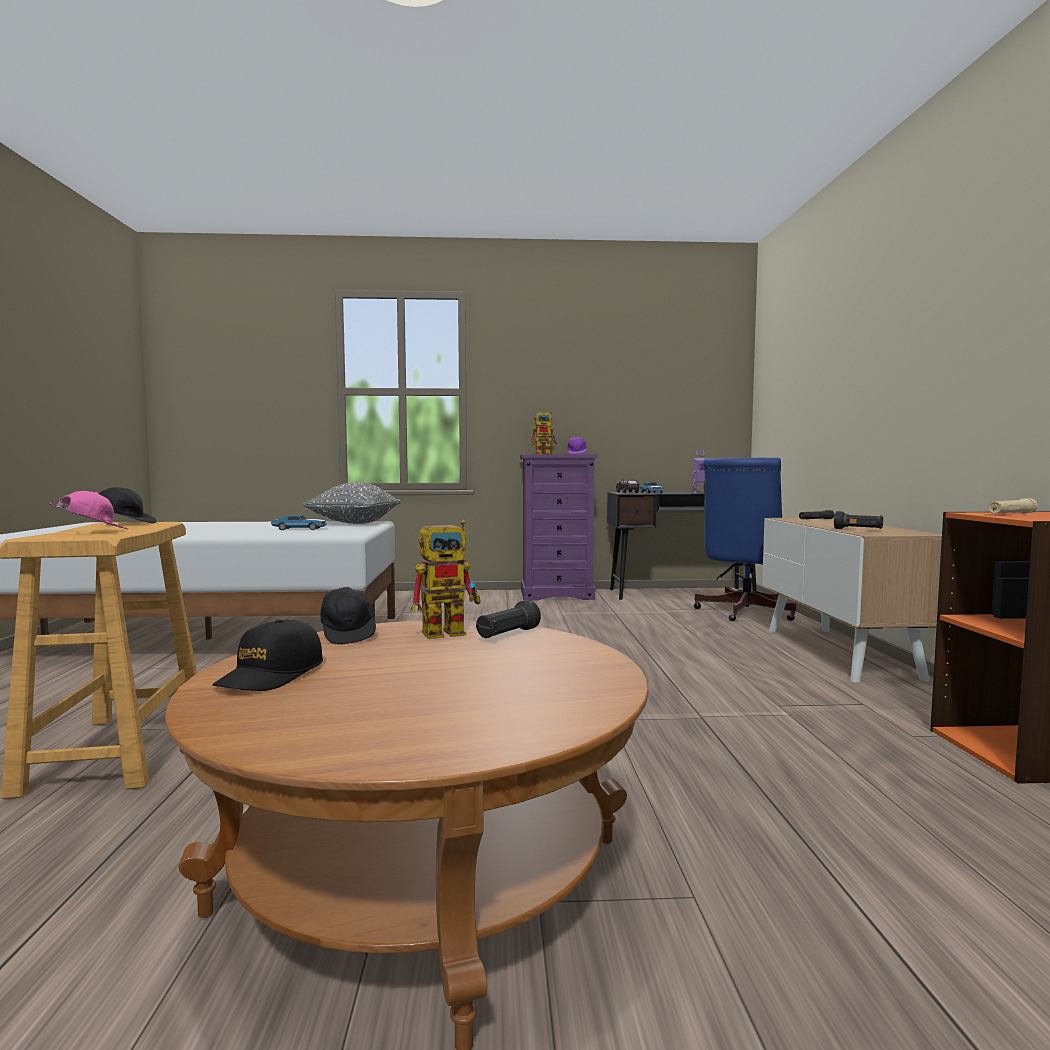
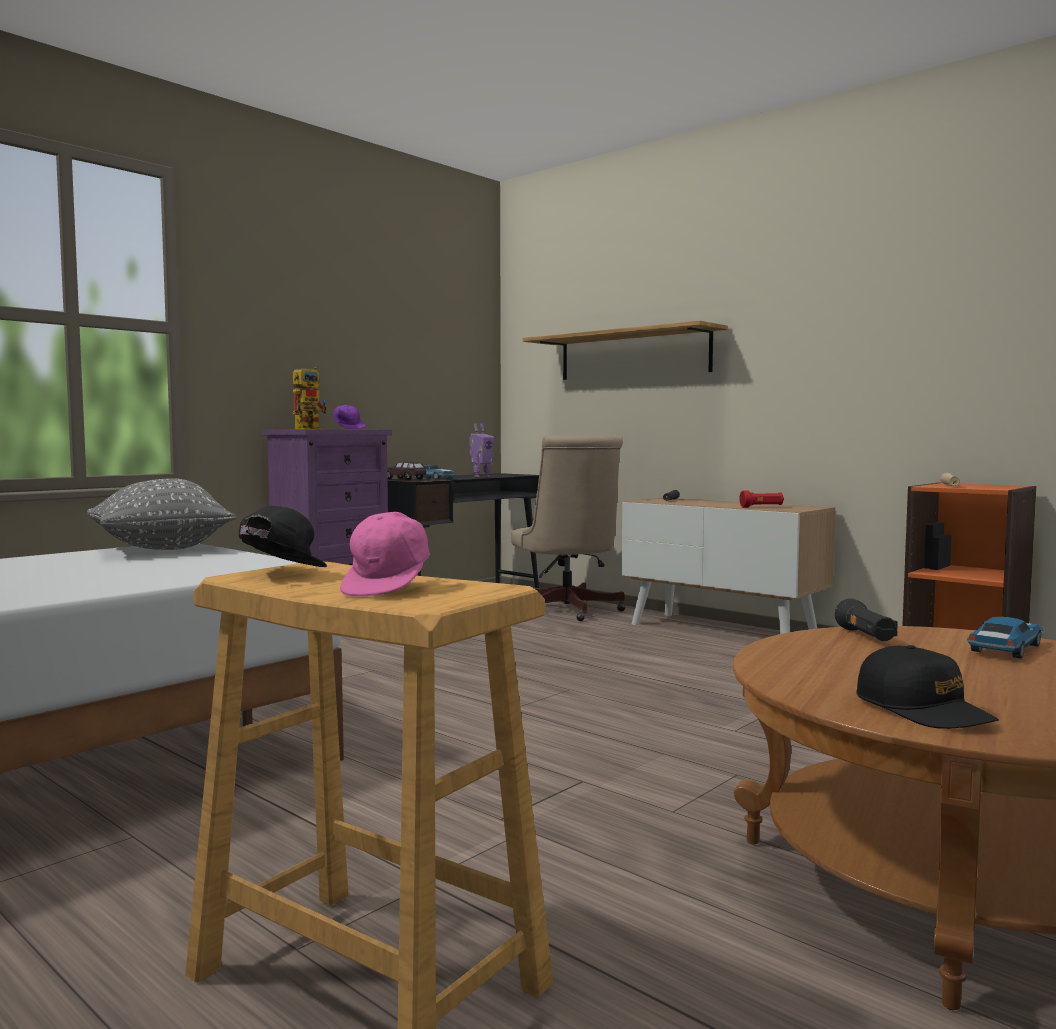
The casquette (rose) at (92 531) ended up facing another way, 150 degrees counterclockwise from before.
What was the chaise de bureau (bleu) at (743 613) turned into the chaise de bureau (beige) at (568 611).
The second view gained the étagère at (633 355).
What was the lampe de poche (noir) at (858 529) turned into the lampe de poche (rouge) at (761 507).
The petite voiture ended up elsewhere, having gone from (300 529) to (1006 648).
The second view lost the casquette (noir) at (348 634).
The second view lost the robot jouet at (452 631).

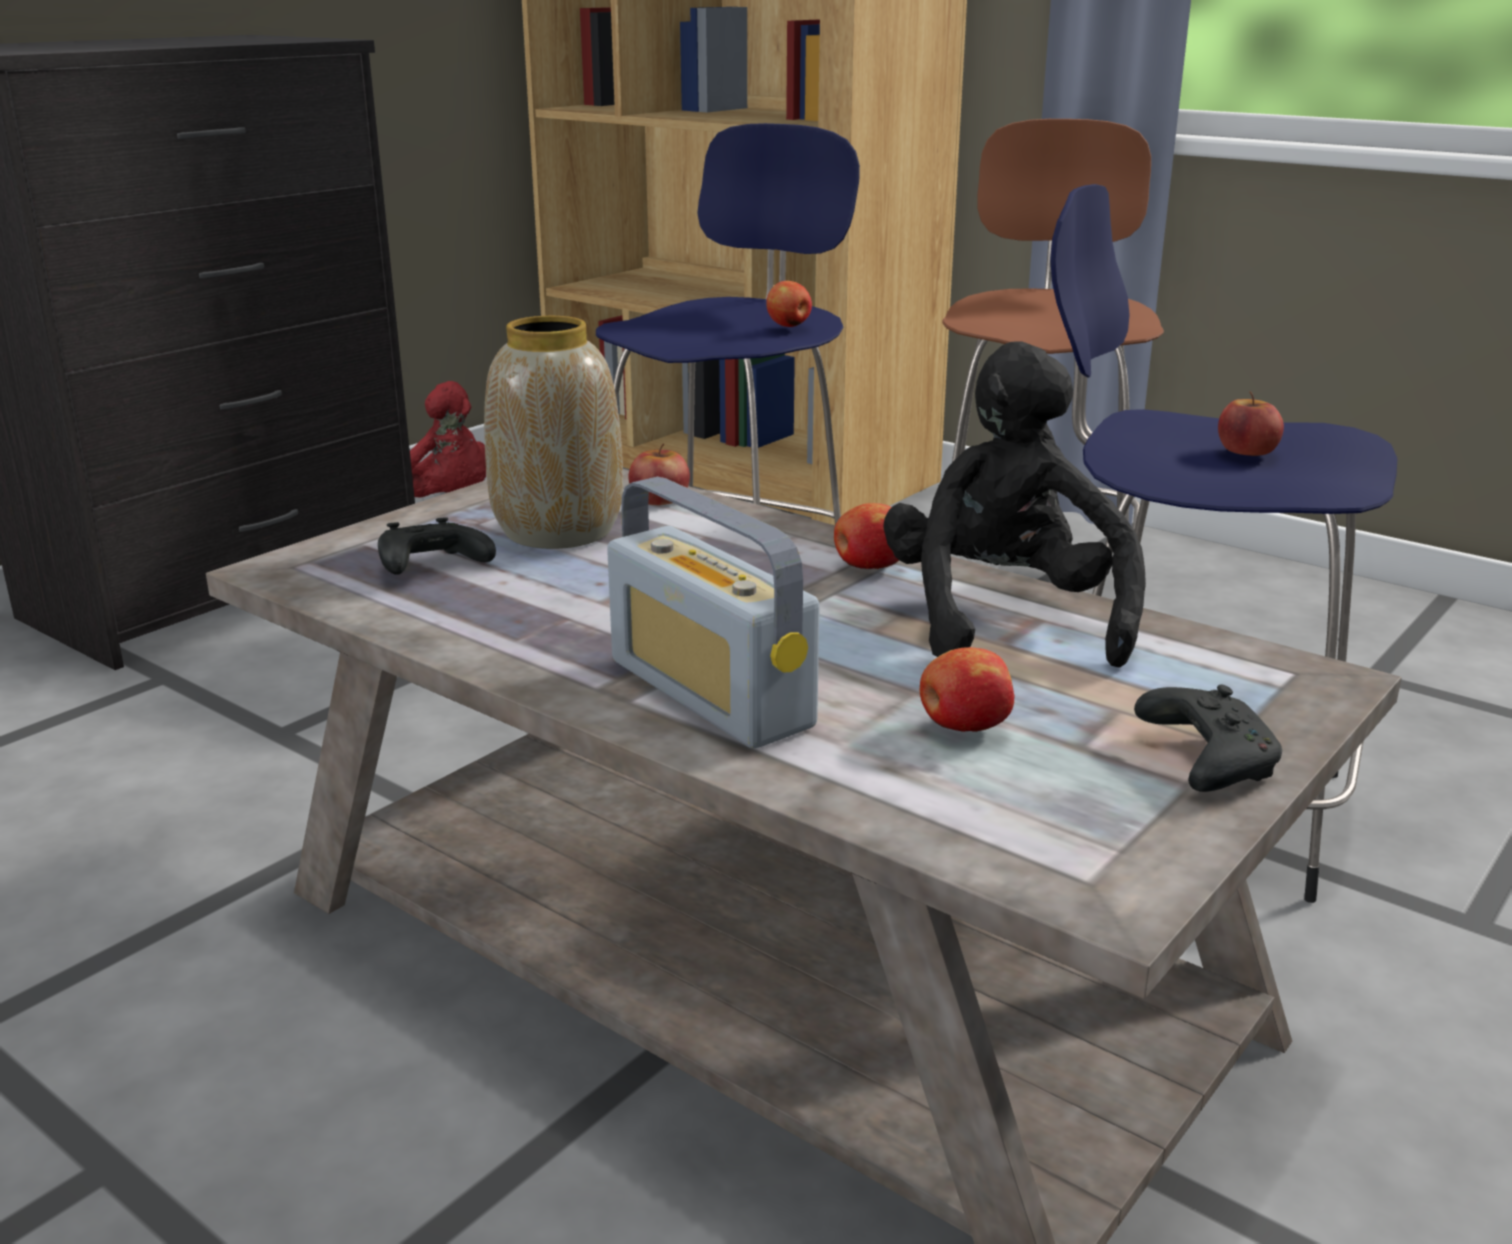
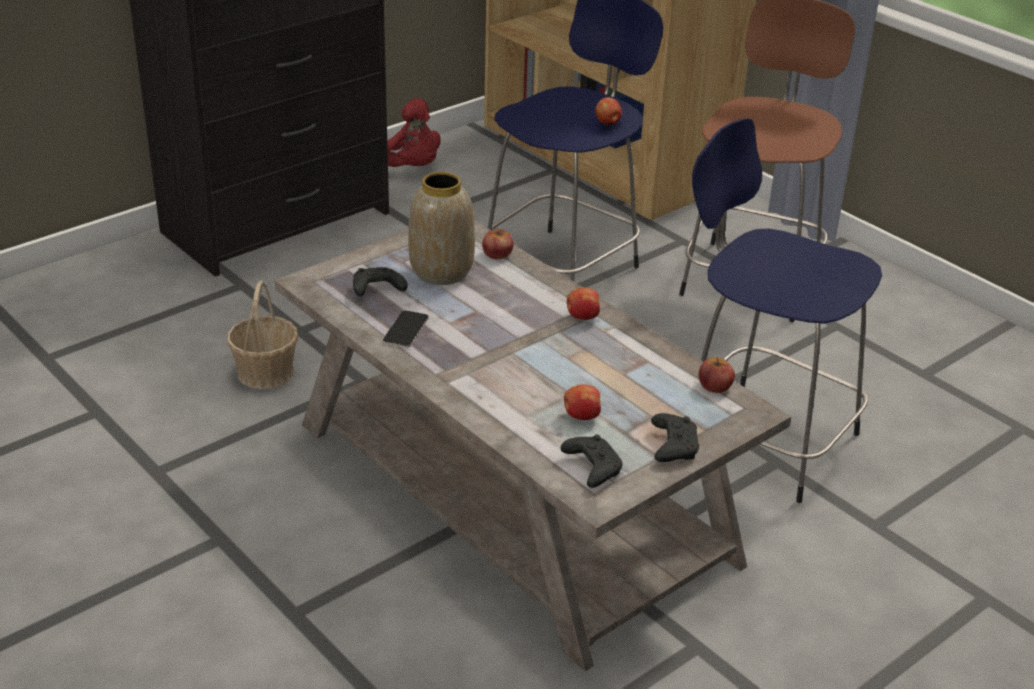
The second view gained the panier at (266 372).
The second view gained the téléphone at (406 330).
The second view gained the manette (noir) at (591 468).
The pomme ended up elsewhere, having gone from (1247 449) to (715 385).
The second view lost the radio at (710 693).
The second view lost the peluche (noir) at (1004 618).

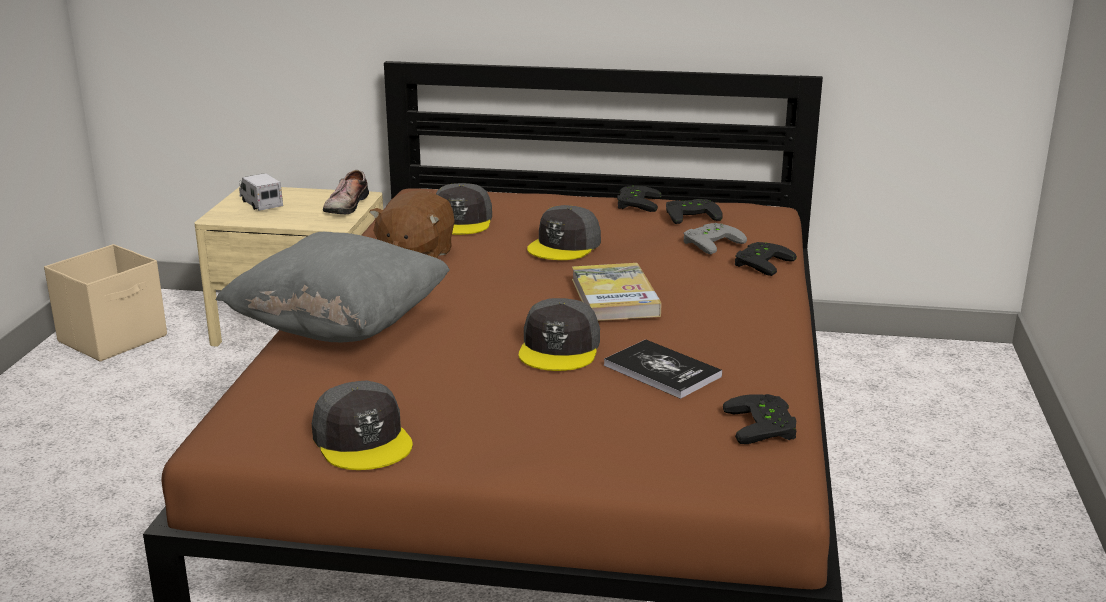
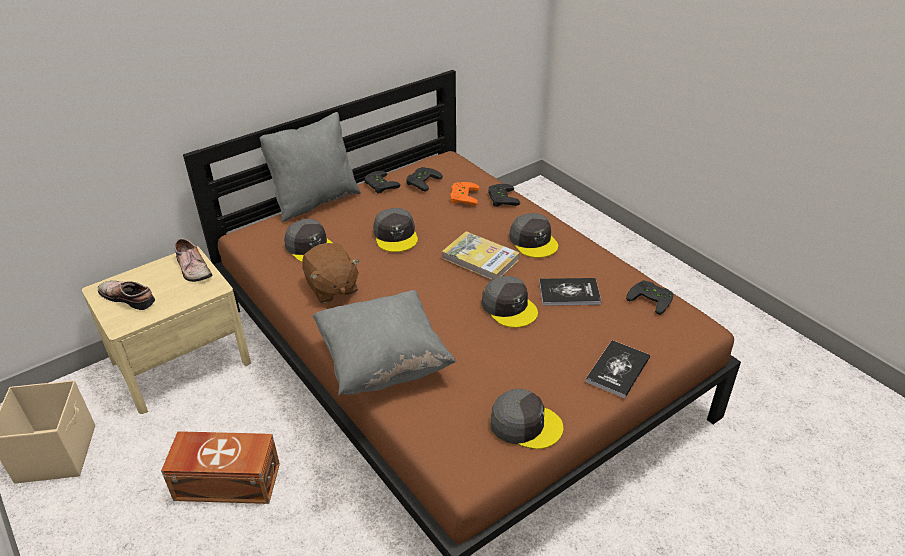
Where the camion jouet stood at (261 204), the chaussure came to stand at (129 297).
The second view gained the boîte de rangement (marron) at (226 480).
The second view gained the coussin (gris) at (315 201).
What was the manette (gris) at (710 242) turned into the manette (orange) at (462 196).
The second view gained the casquette (gris) at (533 241).
The second view gained the livre at (618 370).

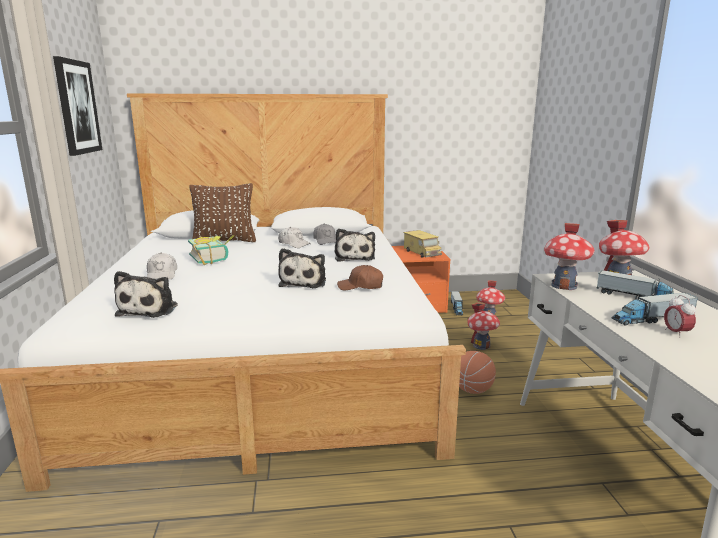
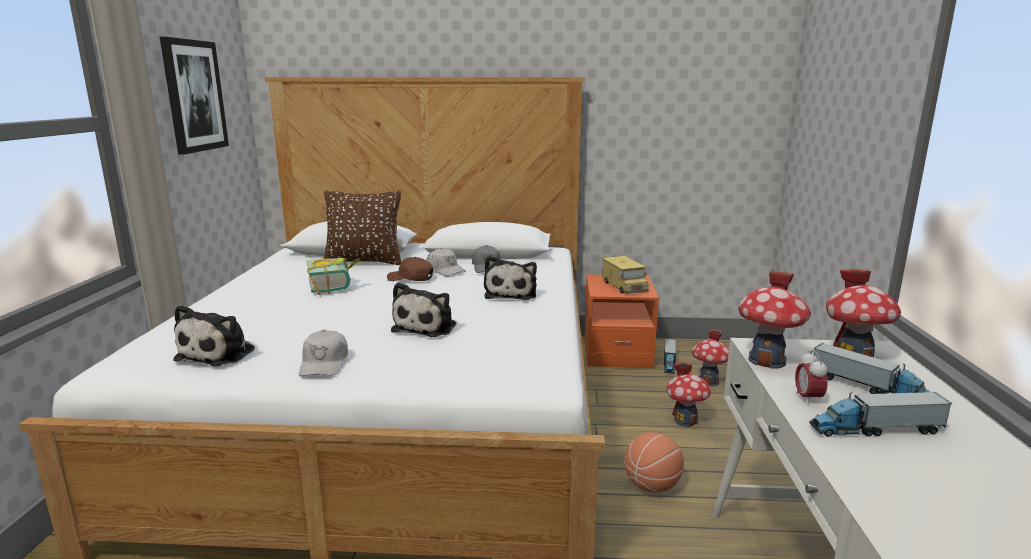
The casquette (blanc) ended up elsewhere, having gone from (162 274) to (324 363).
The casquette (marron) ended up elsewhere, having gone from (361 286) to (411 278).
The réveil ended up elsewhere, having gone from (676 333) to (807 399).

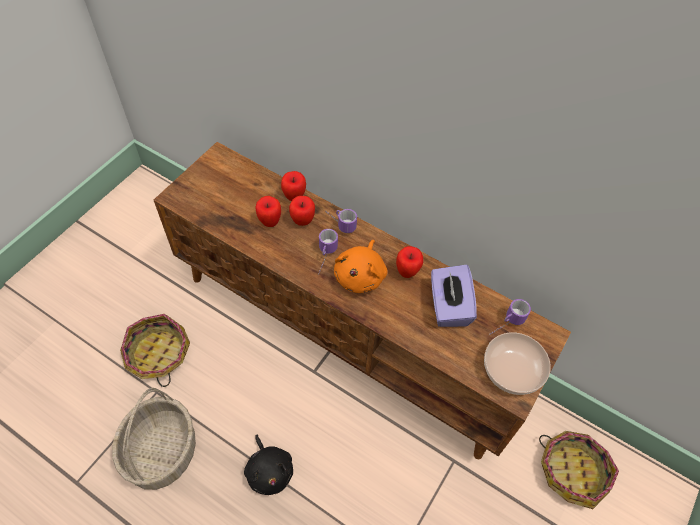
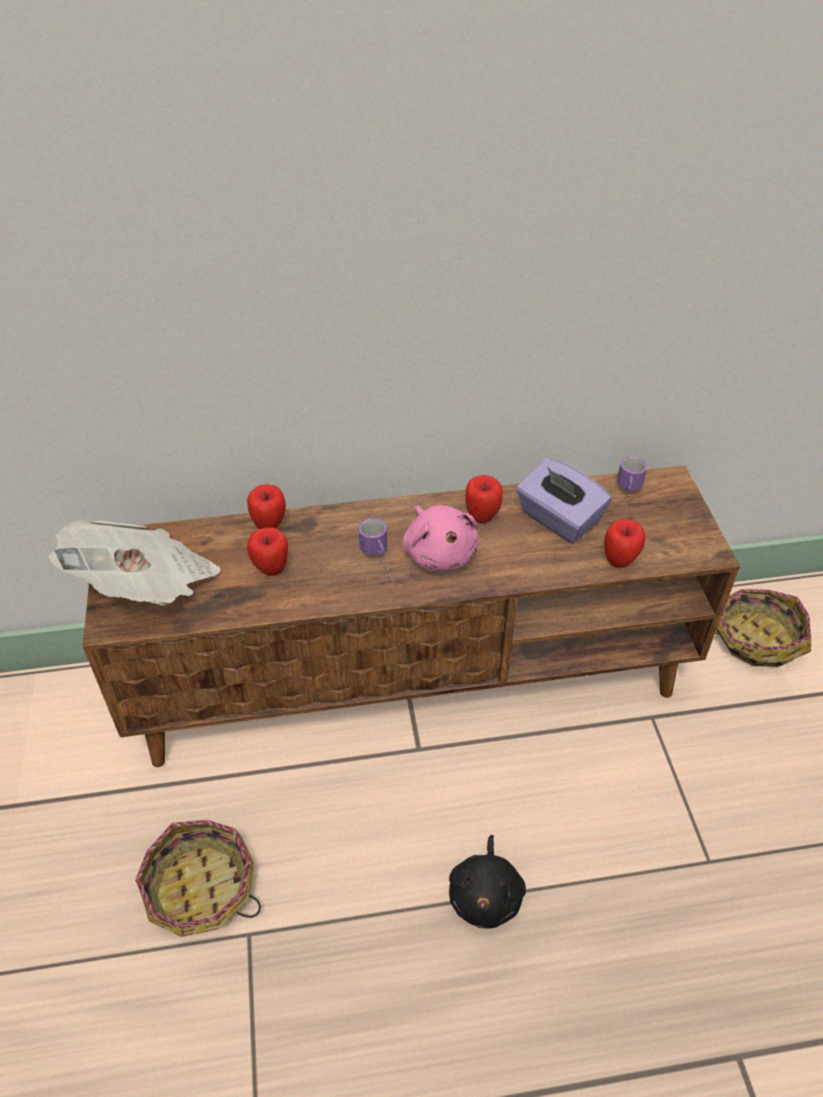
The second view gained the journal at (146 586).
What was the peluche (orange) at (360 275) turned into the peluche (rose) at (439 552).
The peluche (noir) at (269 471) ended up facing another way, 75 degrees clockwise from before.
The pomme ended up elsewhere, having gone from (302 221) to (619 561).
The second view lost the panier at (162 453).
The second view lost the mug at (339 223).
The second view lost the bol at (513 371).

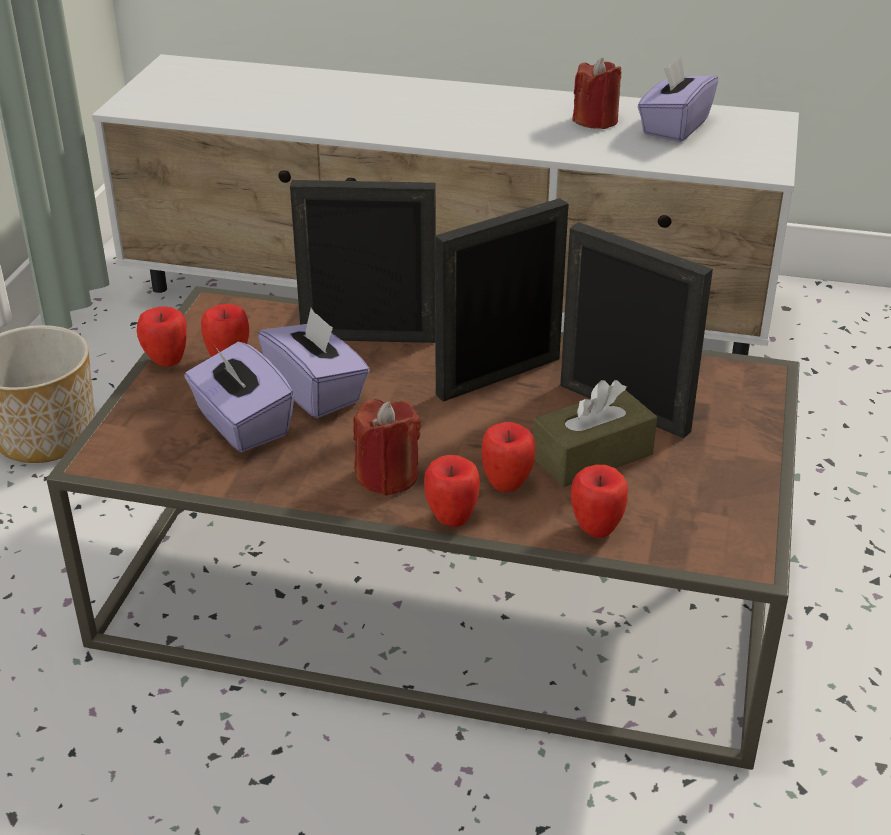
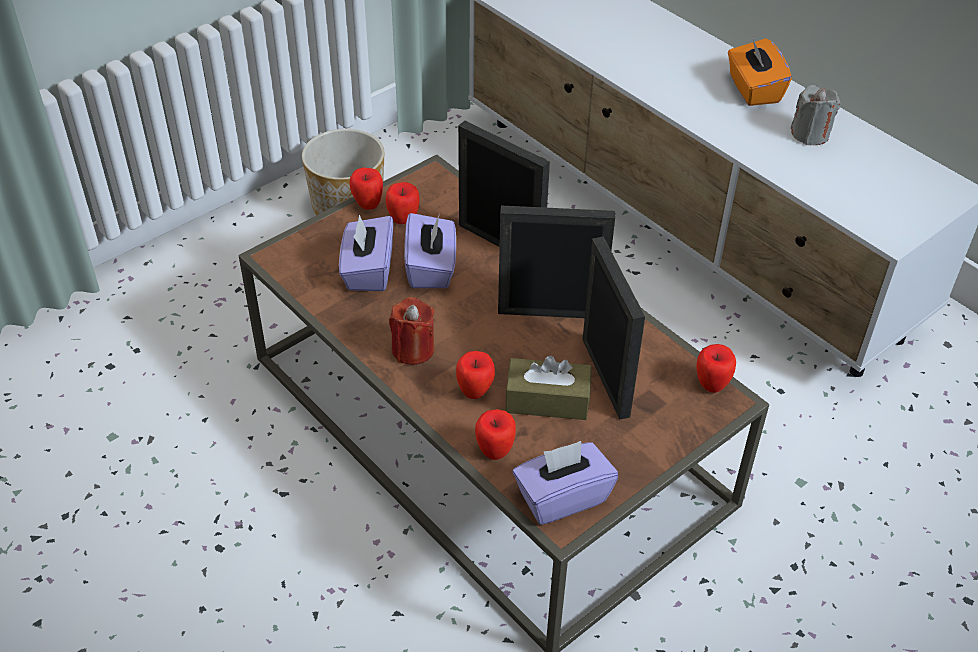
The boîte à mouchoirs (violet) ended up elsewhere, having gone from (674 127) to (562 497).
The pomme ended up elsewhere, having gone from (451 518) to (711 385).
The second view gained the boîte à mouchoirs (orange) at (753 90).
What was the bougie (rouge) at (596 121) turned into the bougie (gris) at (810 134).

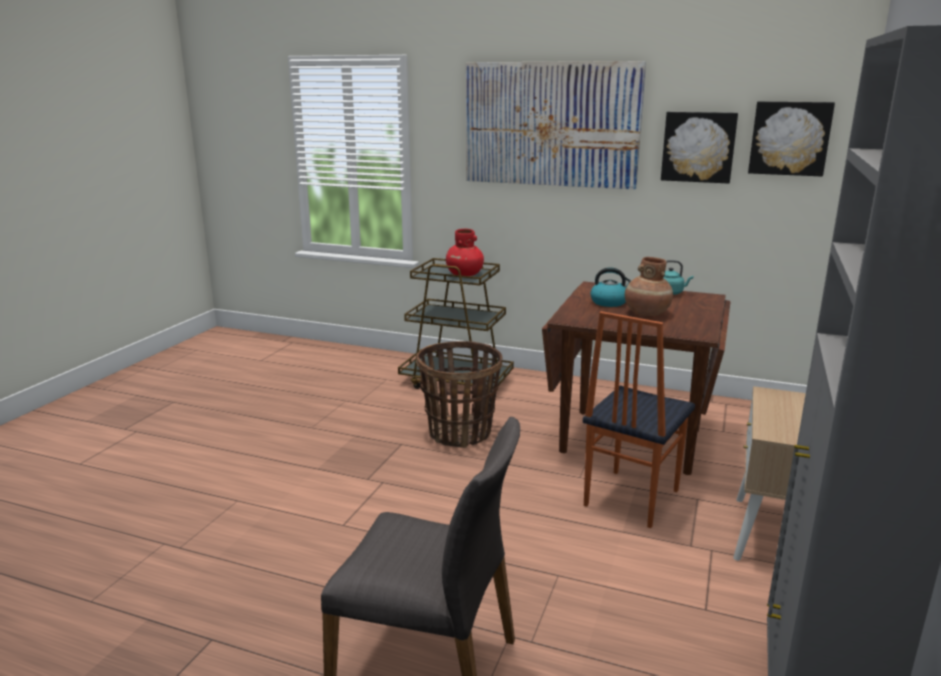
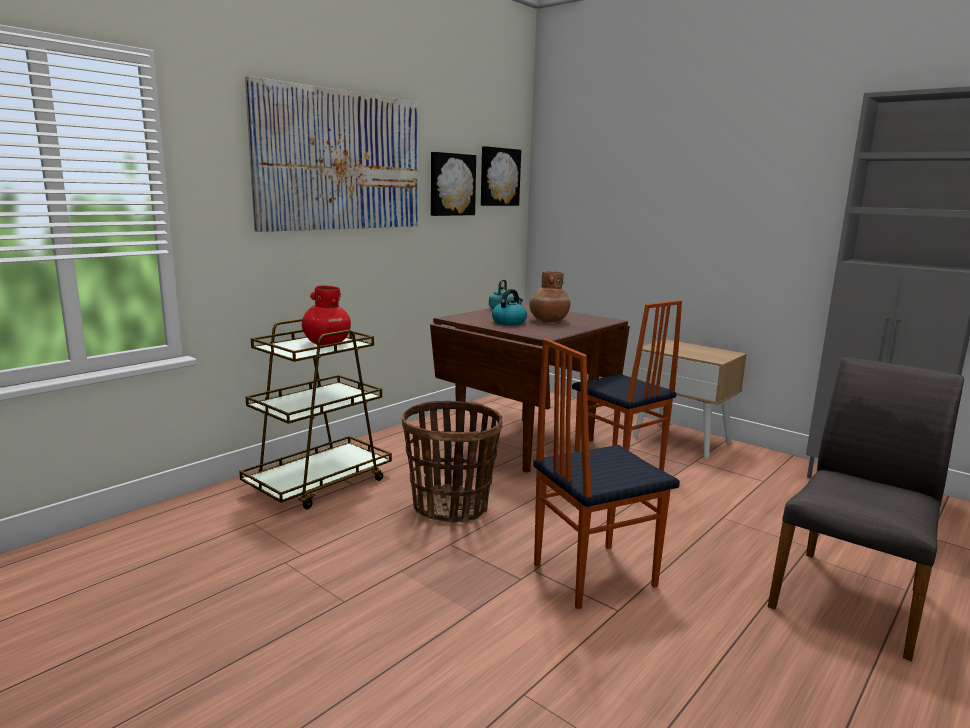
The second view gained the chaise at (592 574).

